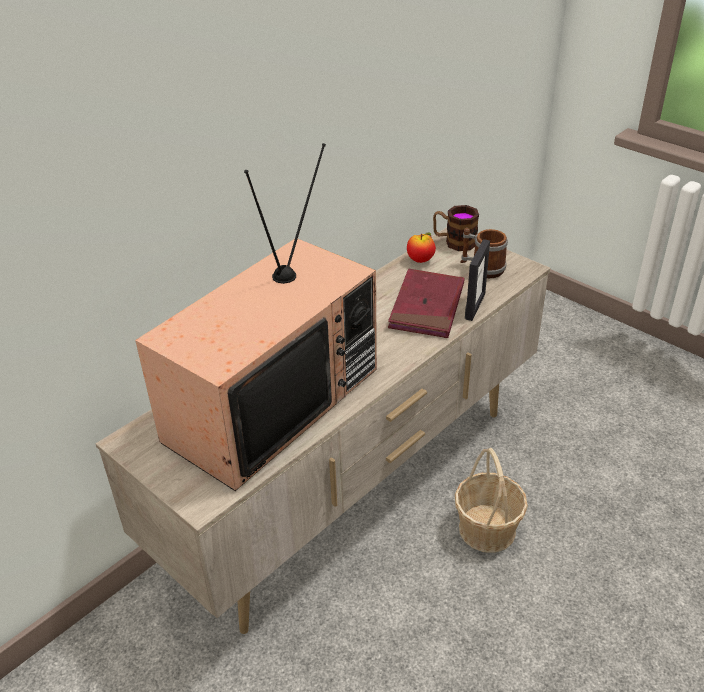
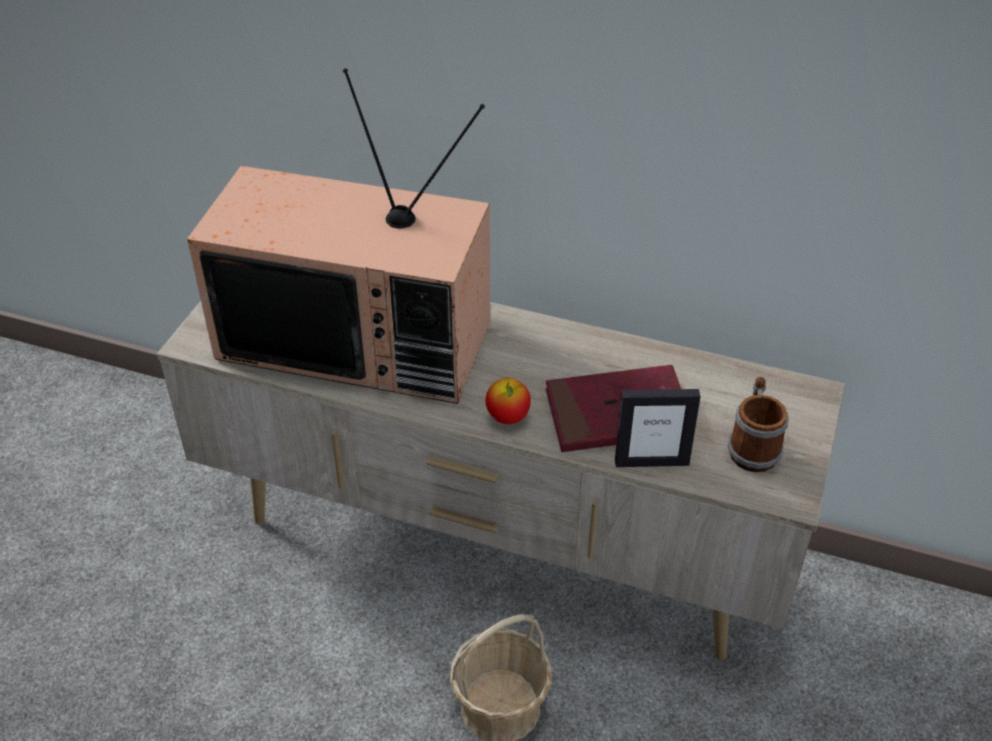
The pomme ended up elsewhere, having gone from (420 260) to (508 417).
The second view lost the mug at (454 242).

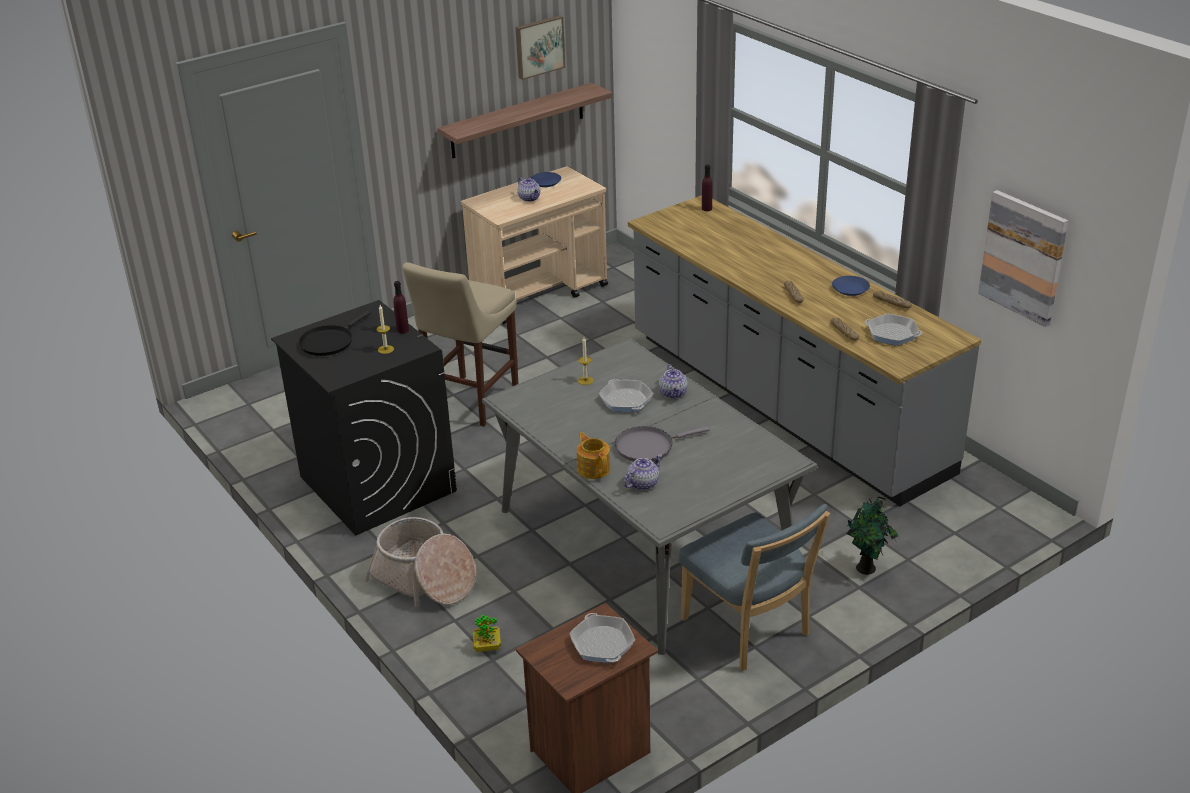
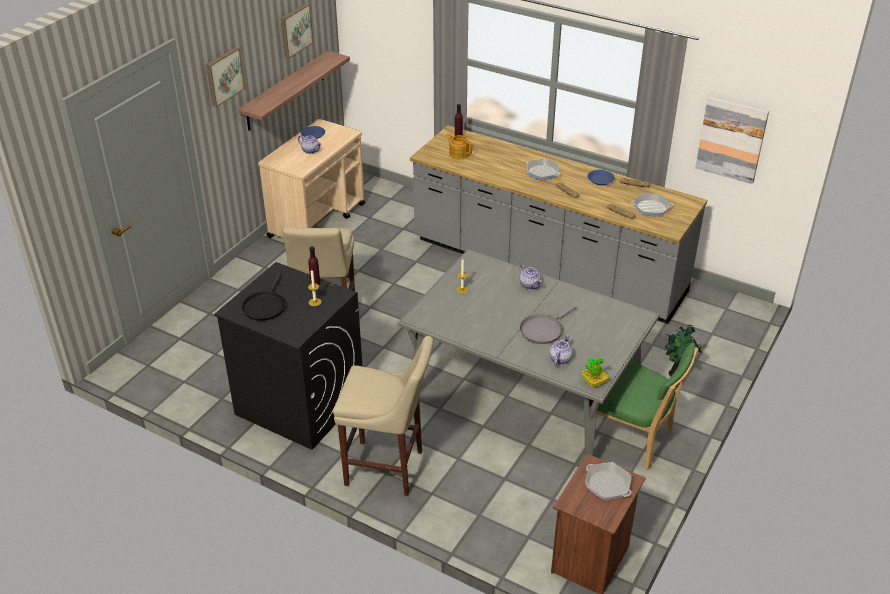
The second view gained the tableau at (223 76).
Where the panier stood at (424 579), the tabouret (beige) came to stand at (388 469).
The théière ended up elsewhere, having gone from (593 468) to (459 154).
The poêle ended up elsewhere, having gone from (626 400) to (542 172).
The plante en pot ended up elsewhere, having gone from (487 646) to (594 382).
What was the chaise (bleu) at (749 630) turned into the chaise (vert) at (633 439).

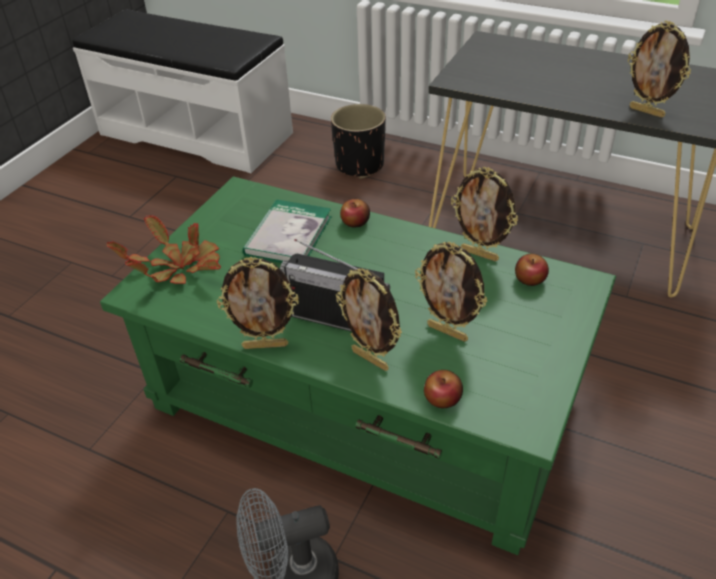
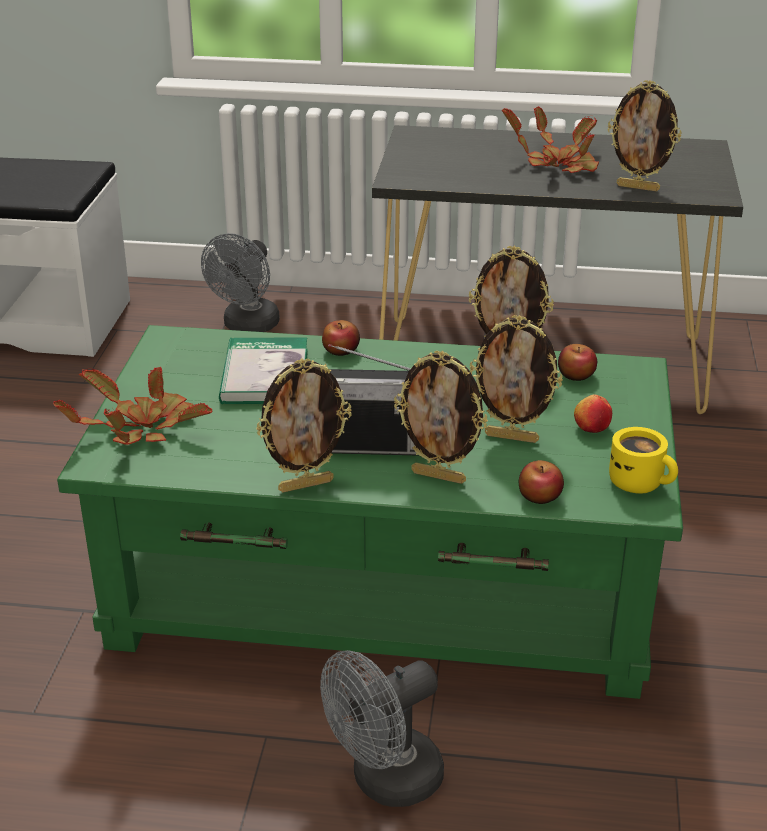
Where the cache-pot (noir) stood at (360 165), the ventilateur (gris) came to stand at (247 327).
The second view gained the plante en pot at (558 164).
The second view gained the pomme at (591 428).
The second view gained the mug (jaune) at (641 482).

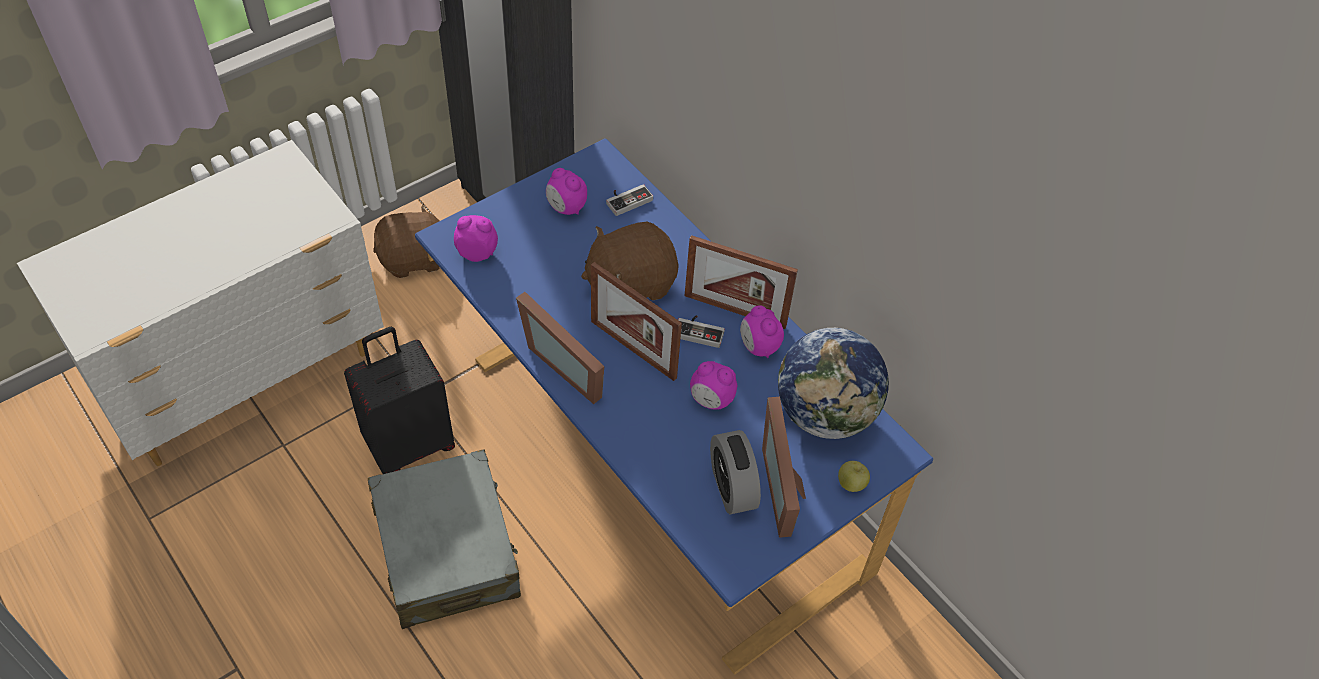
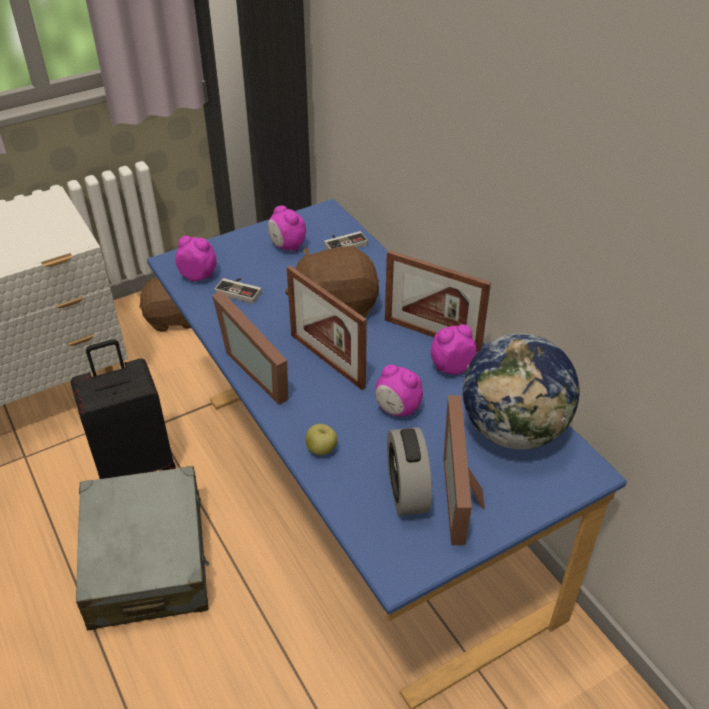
The manette ended up elsewhere, having gone from (700 331) to (240 290).
The pomme ended up elsewhere, having gone from (851 484) to (321 449).
The réveil at (758 347) ended up facing another way, 90 degrees clockwise from before.

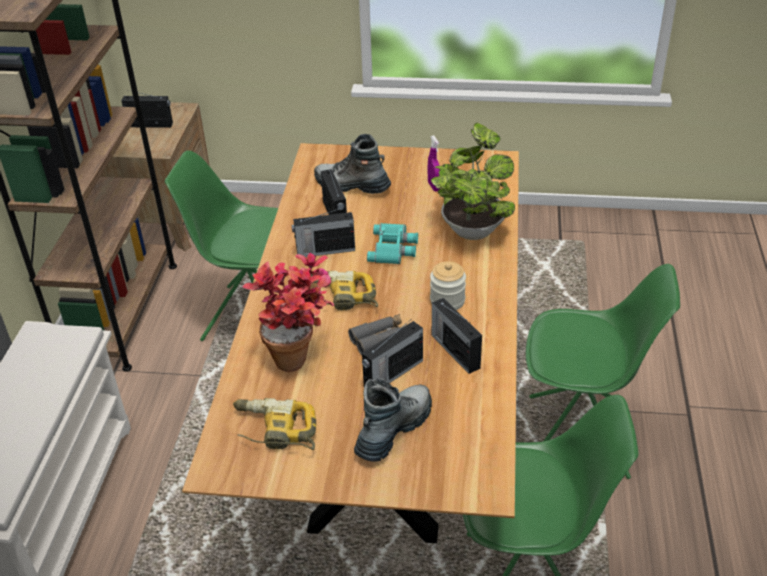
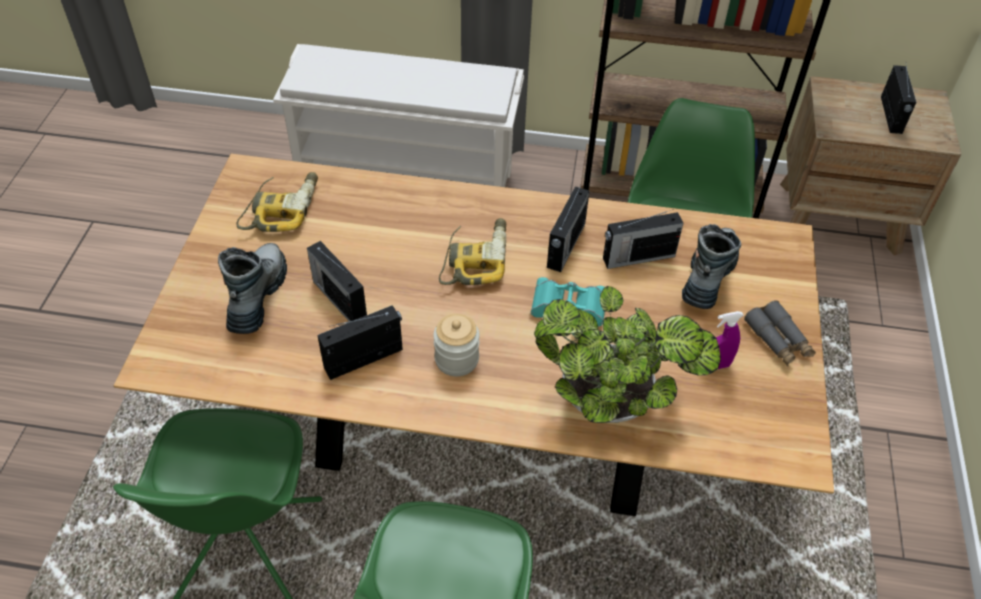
The botte at (393 429) ended up facing another way, 120 degrees counterclockwise from before.
The radio at (324 250) ended up facing another way, 150 degrees counterclockwise from before.
The jumelles (gris) ended up elsewhere, having gone from (381 339) to (778 340).
The second view lost the plante en pot at (300 356).

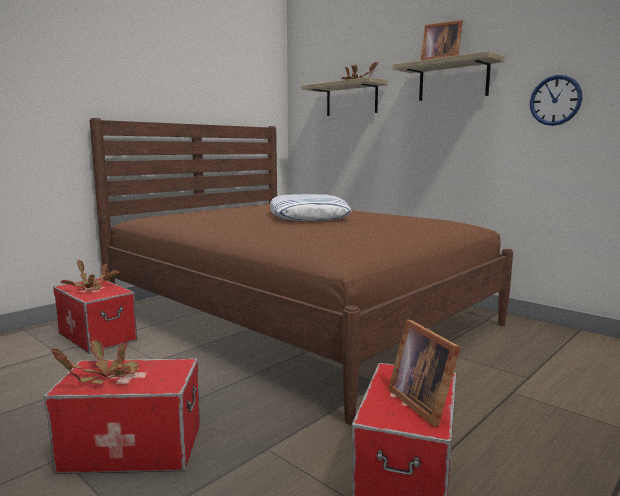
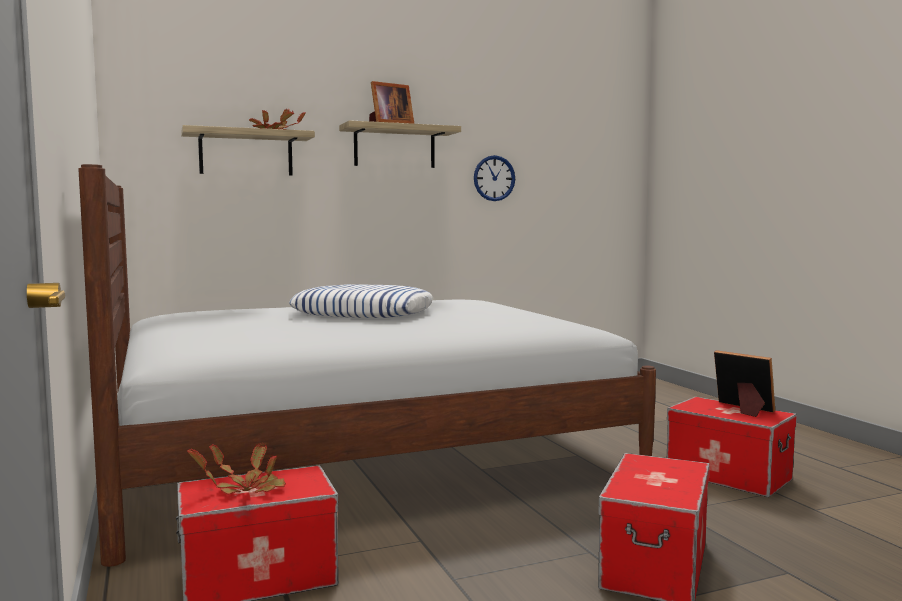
What was the lit (marron) at (297 317) turned into the lit (blanc) at (363 454).
The cadre photo at (423 402) ended up facing another way, 135 degrees counterclockwise from before.
The second view lost the plante en pot at (103 377).

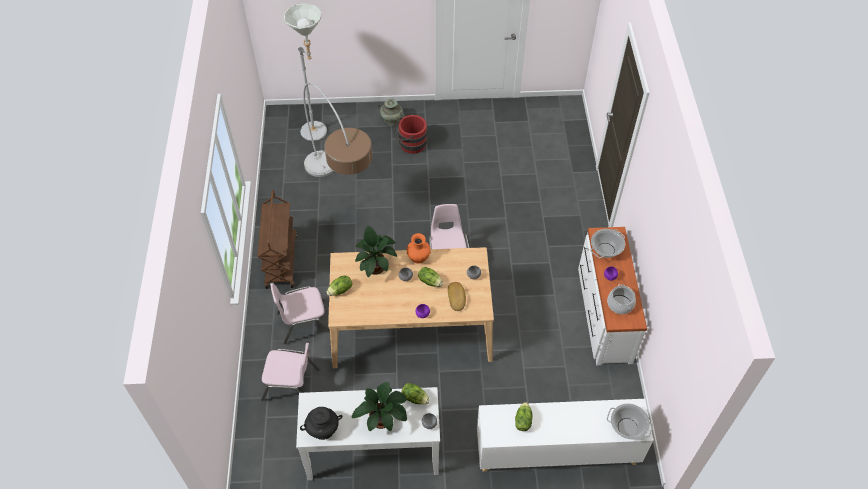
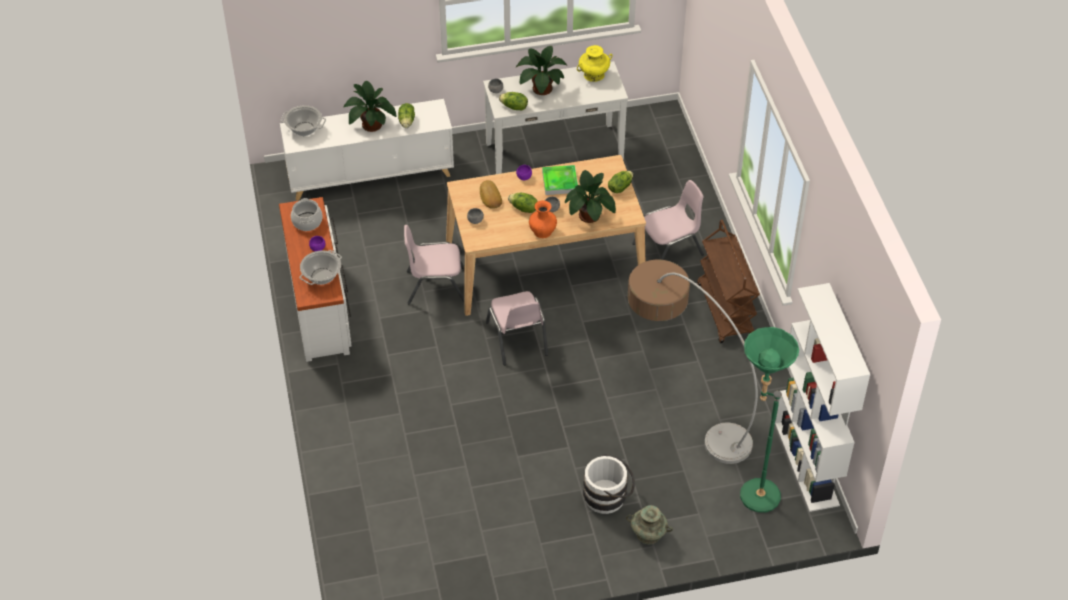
The second view gained the plante en pot at (370 124).
The chaise (rose) ended up elsewhere, having gone from (291 384) to (435 286).
The second view gained the plateau at (560 182).
What was the vase (noir) at (323 429) turned into the vase (jaune) at (594 74).
What was the seau (rouge) at (410 144) turned into the seau (blanc) at (609 496).
What was the lampadaire (gris) at (319 133) turned into the lampadaire (vert) at (751 494).
The second view gained the bibliothèque (blanc) at (807 464).

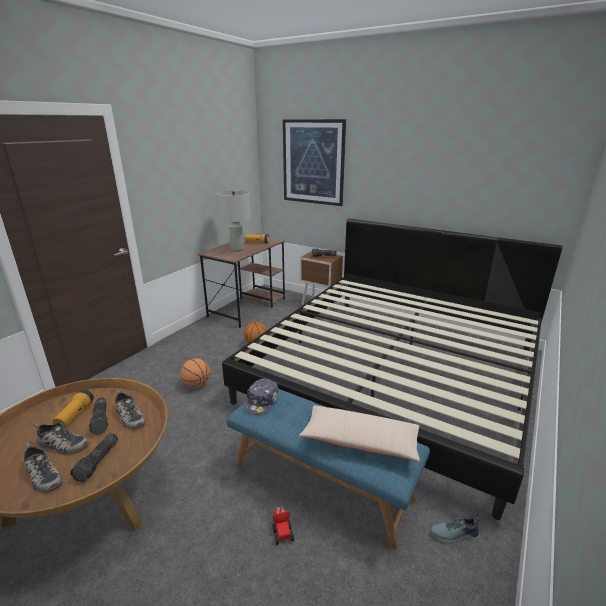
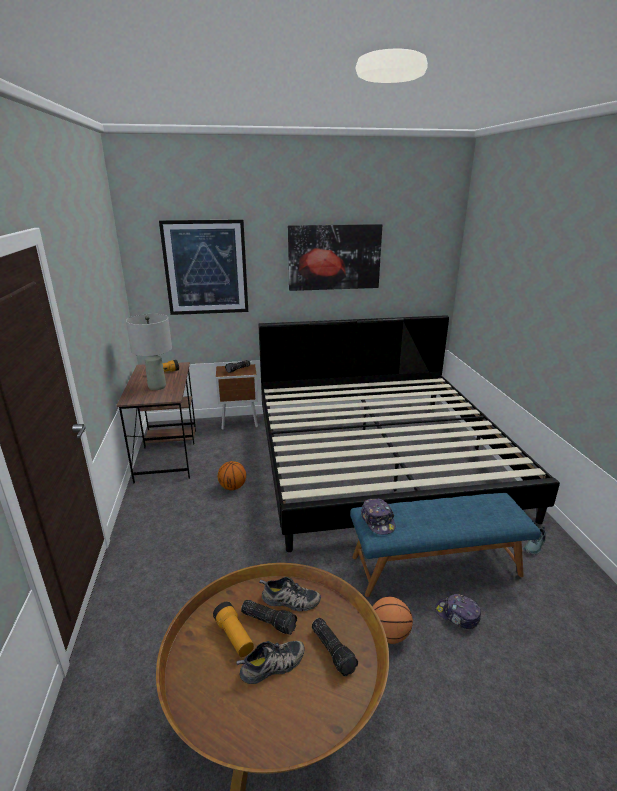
The second view gained the tableau at (334 257).
The ballon de basket ended up elsewhere, having gone from (197 384) to (389 634).
Where the petite voiture stood at (282 531), the casquette came to stand at (457 615).
The second view lost the chaussure at (42 475).
The second view lost the coussin (beige) at (360 441).

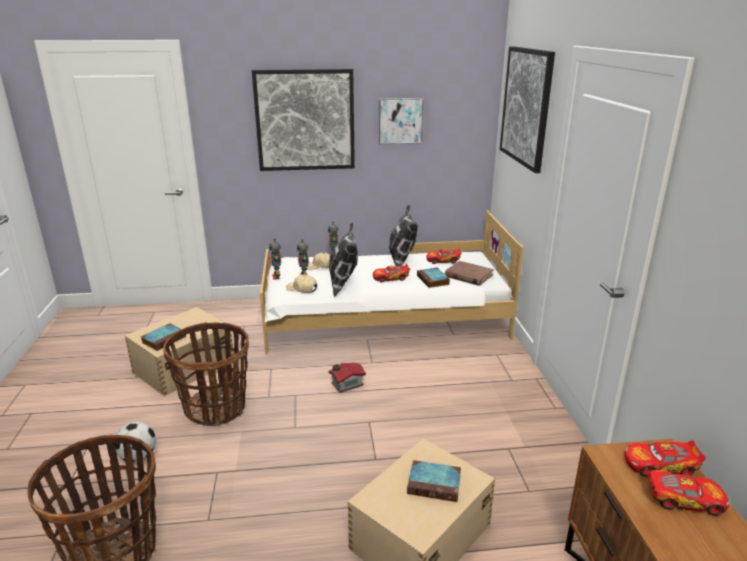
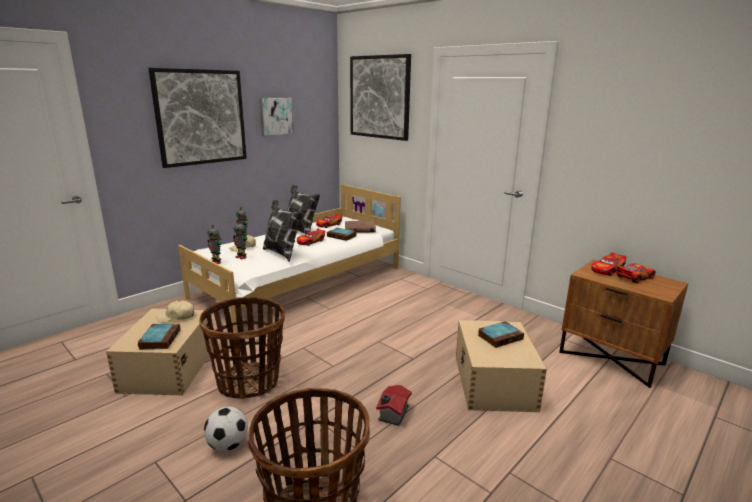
The casquette (beige) ended up elsewhere, having gone from (302 289) to (176 317).
The maison miniature ended up elsewhere, having gone from (346 384) to (392 413).

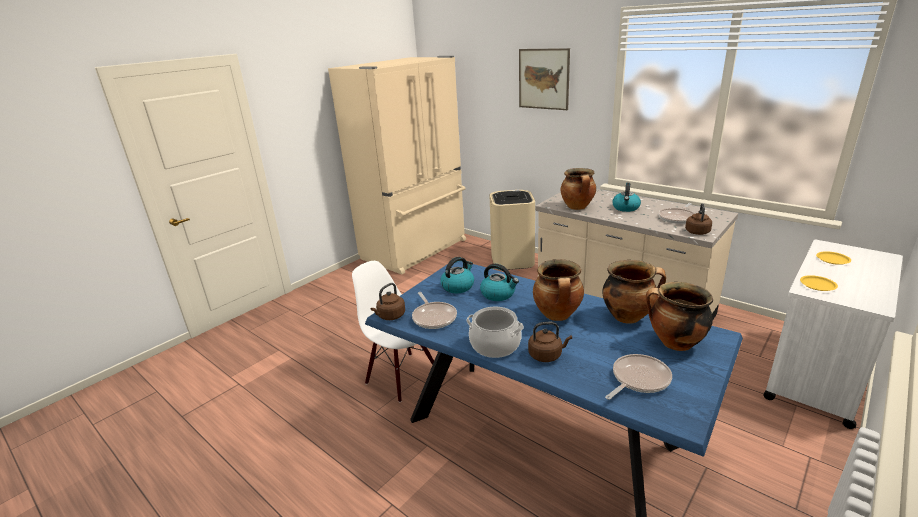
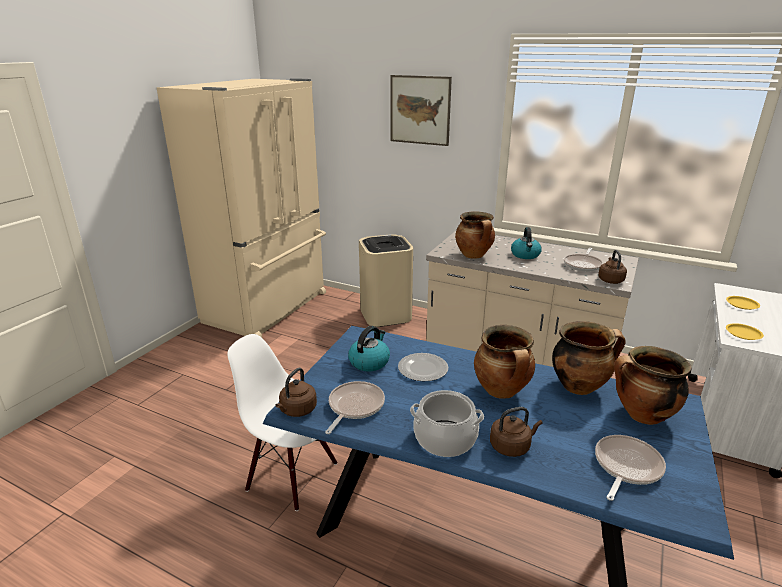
The poêle at (434 317) ended up facing another way, 120 degrees counterclockwise from before.
Where the bouilloire stood at (498 294), the assiette came to stand at (422 368).

